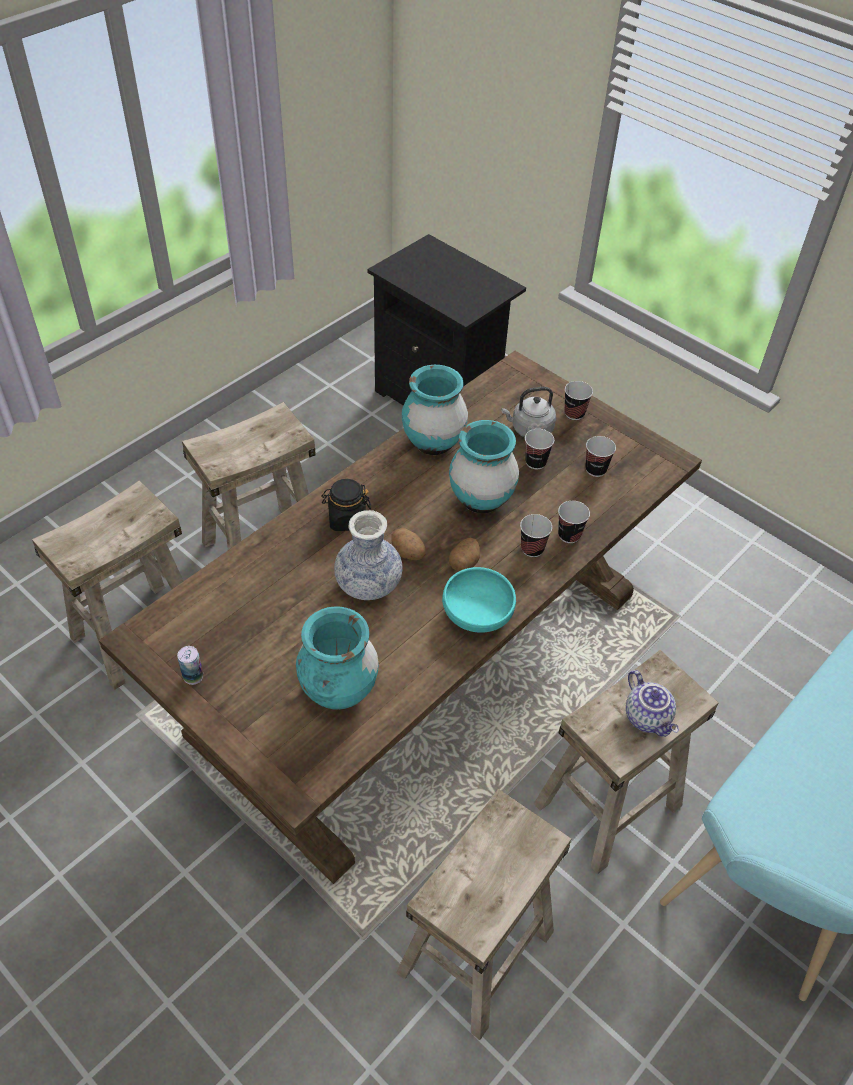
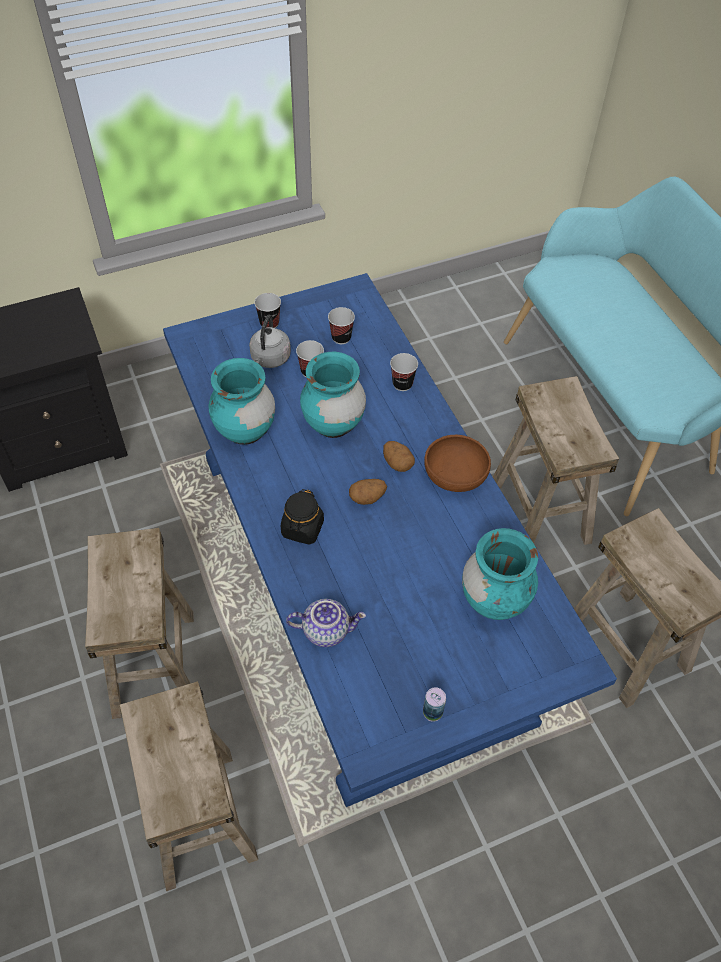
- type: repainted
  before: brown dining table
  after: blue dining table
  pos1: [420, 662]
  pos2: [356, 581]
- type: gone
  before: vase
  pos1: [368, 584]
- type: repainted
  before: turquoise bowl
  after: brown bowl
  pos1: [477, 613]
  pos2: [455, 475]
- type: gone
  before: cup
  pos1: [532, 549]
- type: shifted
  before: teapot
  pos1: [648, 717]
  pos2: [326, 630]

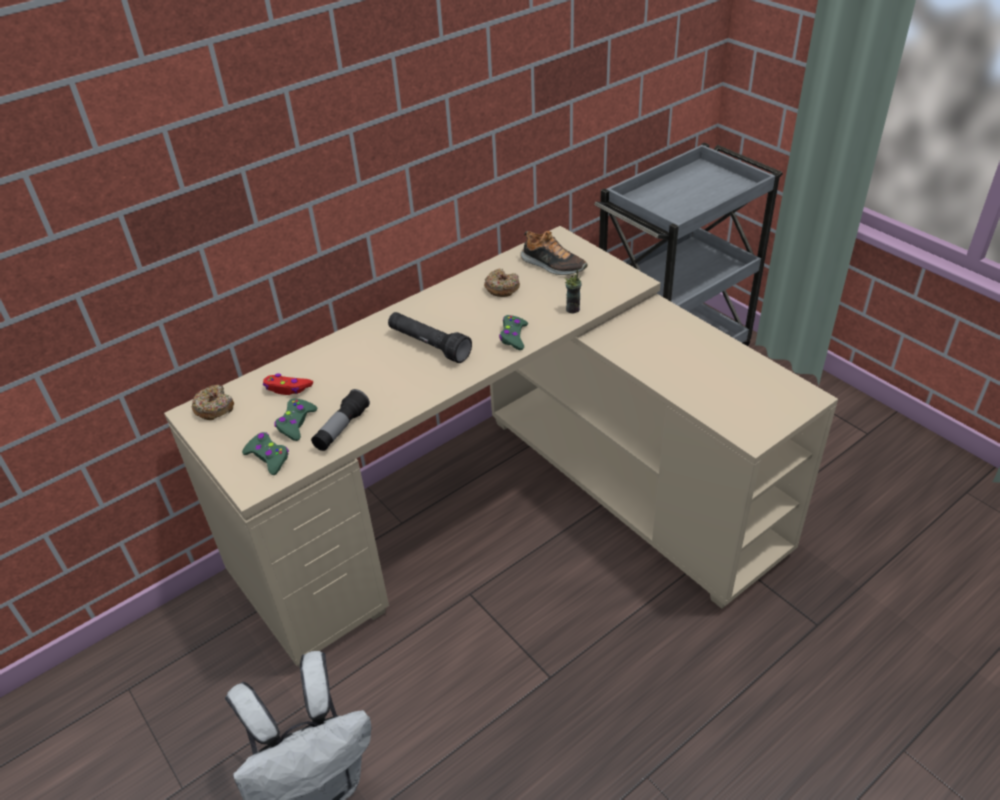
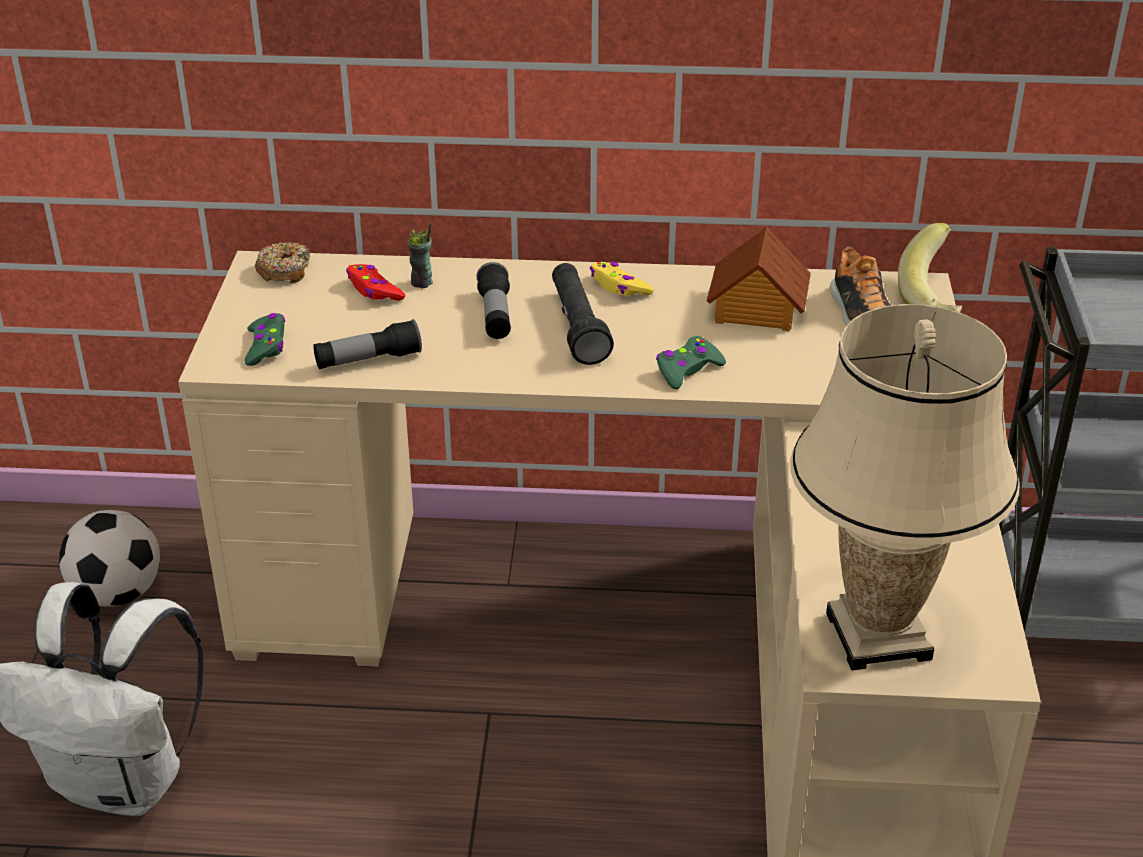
- type: gone
  before: green game controller
  pos1: [296, 423]
- type: swapped
  before: donut
  after: toy house
  pos1: [502, 288]
  pos2: [756, 309]
- type: shifted
  before: cup
  pos1: [573, 309]
  pos2: [422, 283]
- type: new
  after: football
  pos2: [118, 593]
- type: new
  after: flashlight
  pos2: [495, 315]
- type: new
  after: yellow game controller
  pos2: [619, 287]
- type: new
  after: beige table lamp
  pos2: [879, 636]
- type: new
  after: banana
  pos2: [936, 297]

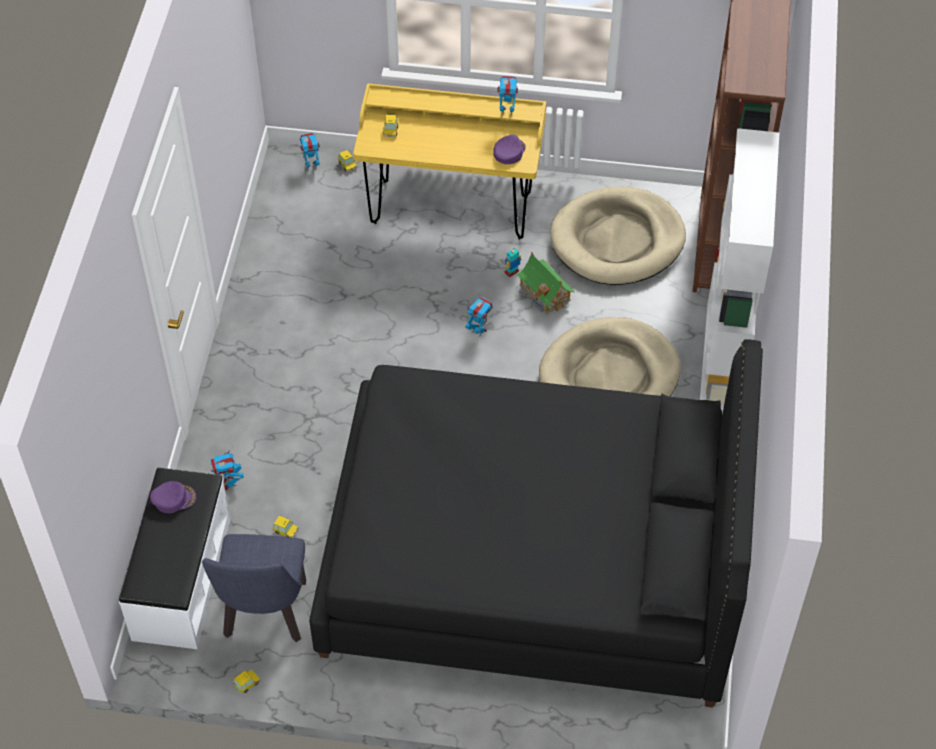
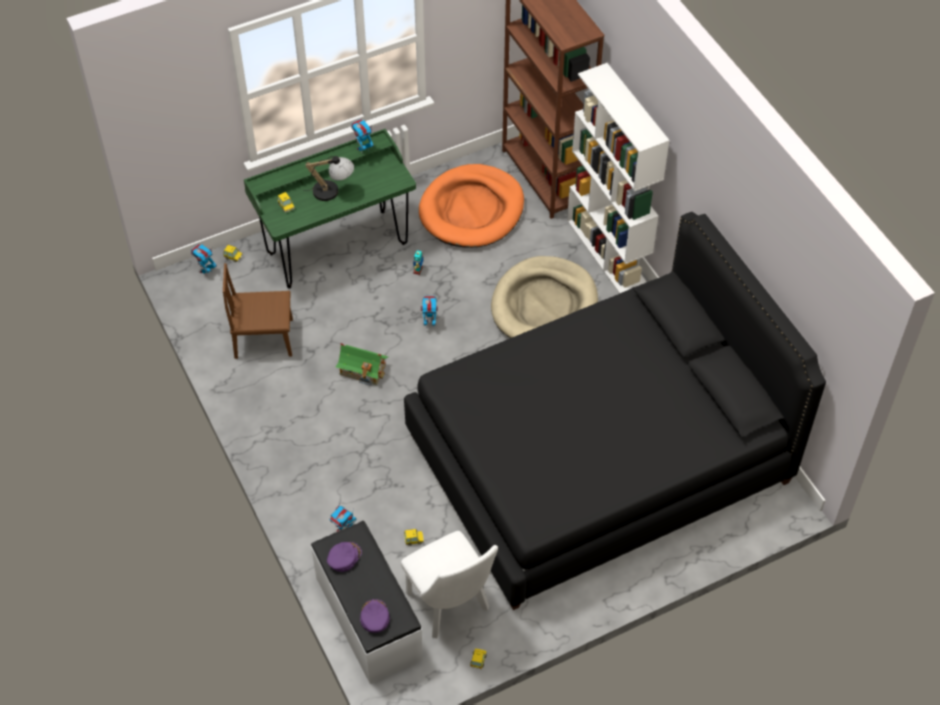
- type: repainted
  before: blue chair
  after: white chair
  pos1: [265, 616]
  pos2: [451, 607]
- type: repainted
  before: yellow desk
  after: green desk
  pos1: [451, 209]
  pos2: [337, 248]
- type: shifted
  before: purple cap
  pos1: [509, 152]
  pos2: [374, 617]
- type: shifted
  before: toy house
  pos1: [545, 293]
  pos2: [363, 370]
- type: repainted
  before: beige dog bed
  after: orange dog bed
  pos1: [617, 240]
  pos2: [472, 210]
- type: new
  after: brown chair
  pos2: [264, 338]
- type: new
  after: table lamp
  pos2: [333, 191]

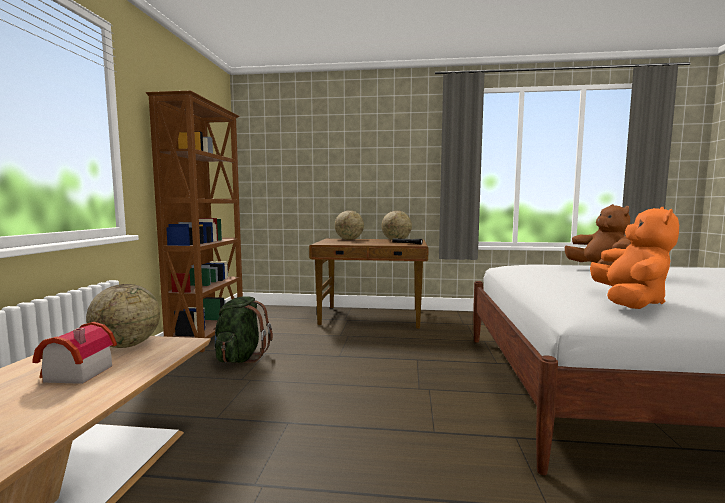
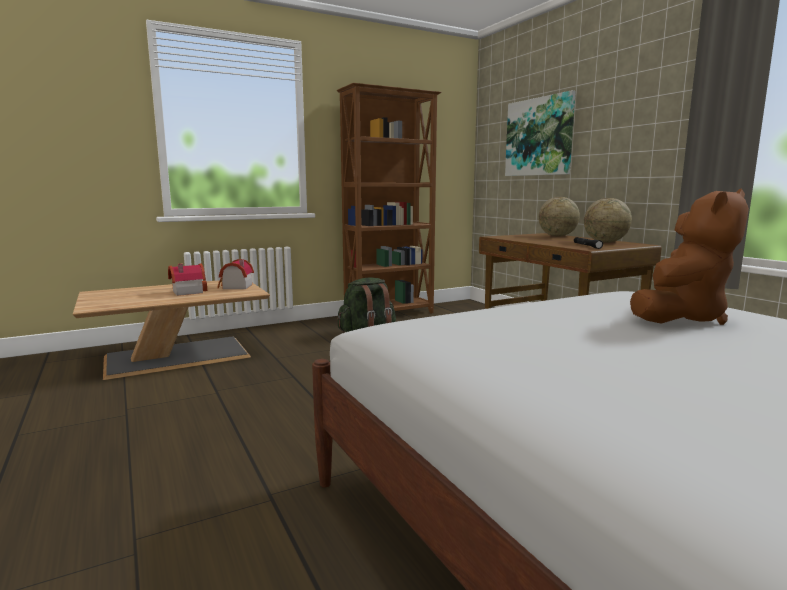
- type: swapped
  before: globe
  after: toy house
  pos1: [126, 345]
  pos2: [235, 287]
- type: gone
  before: orange plush toy
  pos1: [629, 302]
- type: new
  after: picture
  pos2: [539, 137]

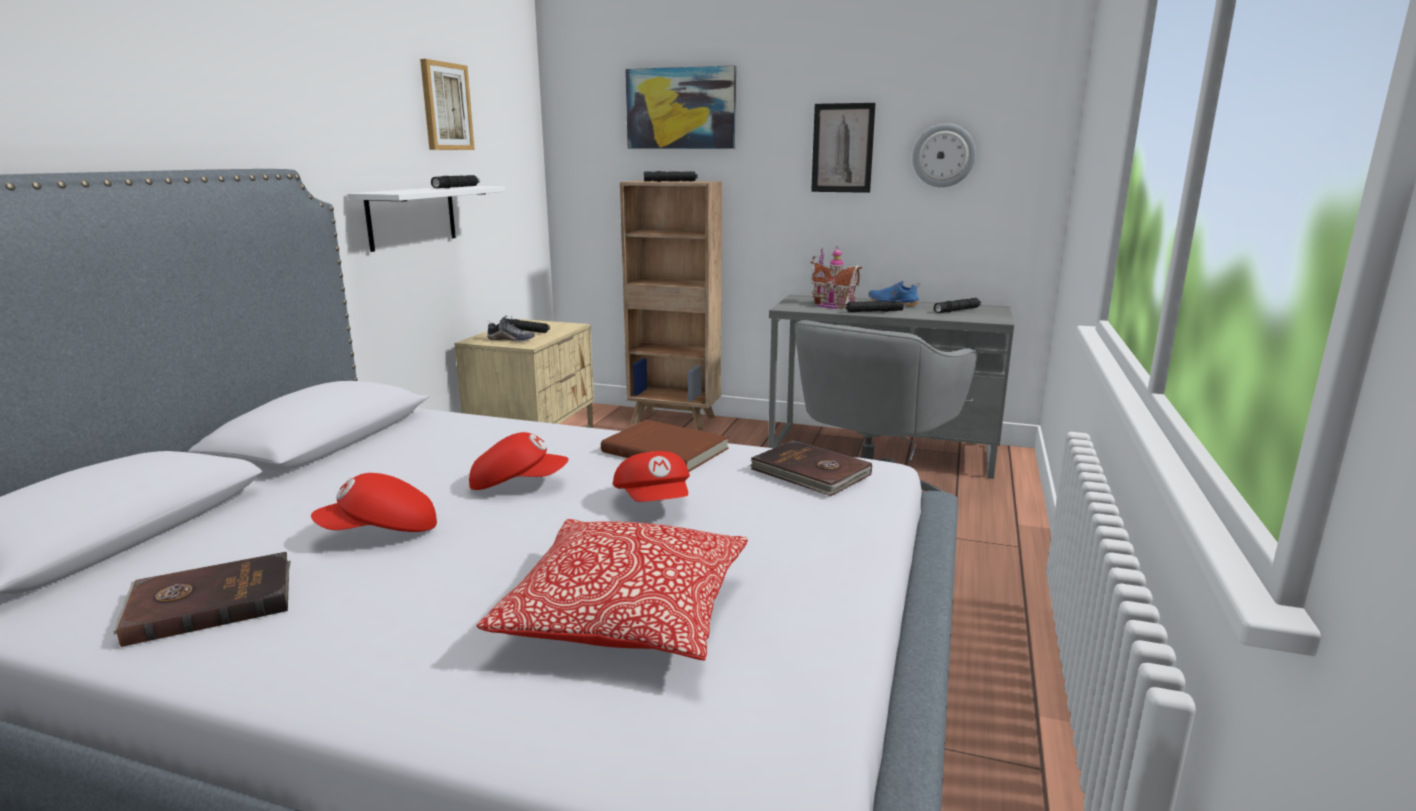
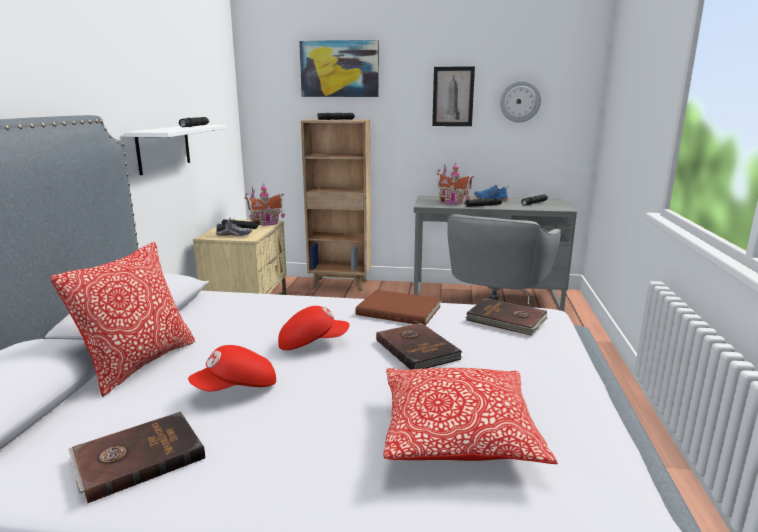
- type: gone
  before: picture
  pos1: [446, 106]
- type: swapped
  before: red cap
  after: brown book
  pos1: [655, 502]
  pos2: [418, 349]
- type: new
  after: pillow
  pos2: [139, 363]
- type: new
  after: toy house
  pos2: [266, 223]

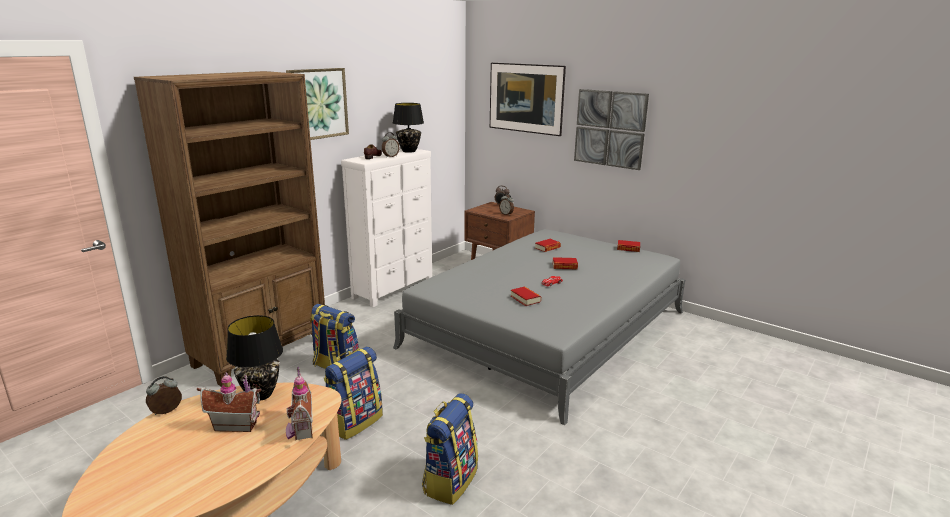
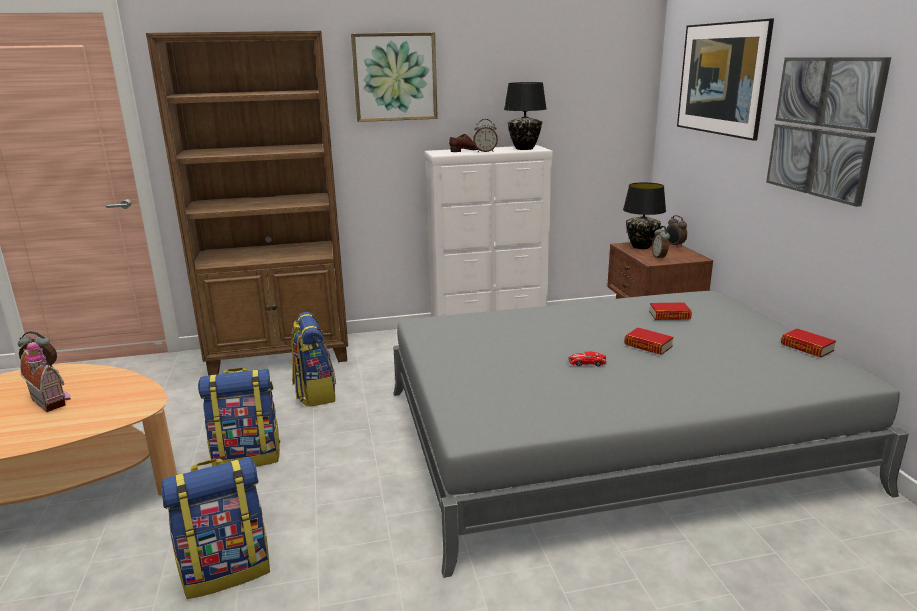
- type: shifted
  before: black table lamp
  pos1: [261, 395]
  pos2: [641, 247]
- type: gone
  before: toy house
  pos1: [300, 429]
- type: gone
  before: book
  pos1: [525, 299]

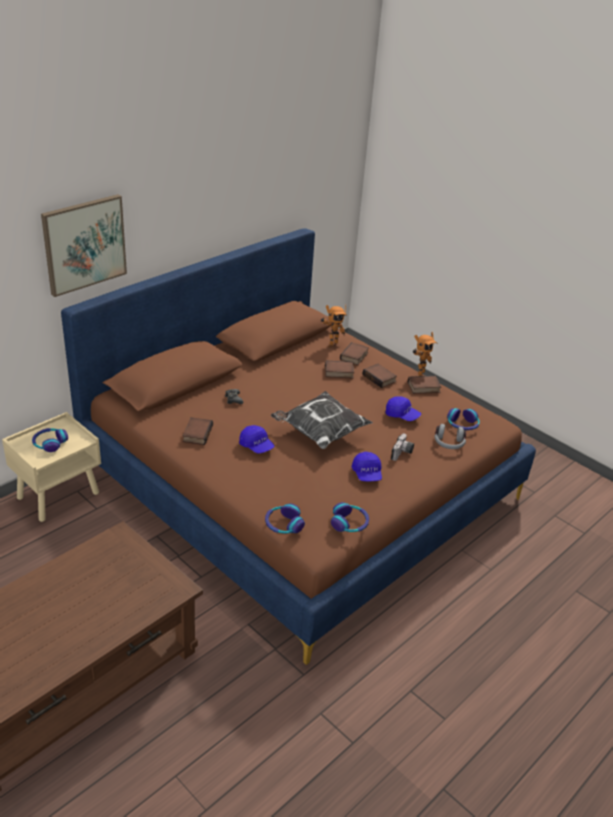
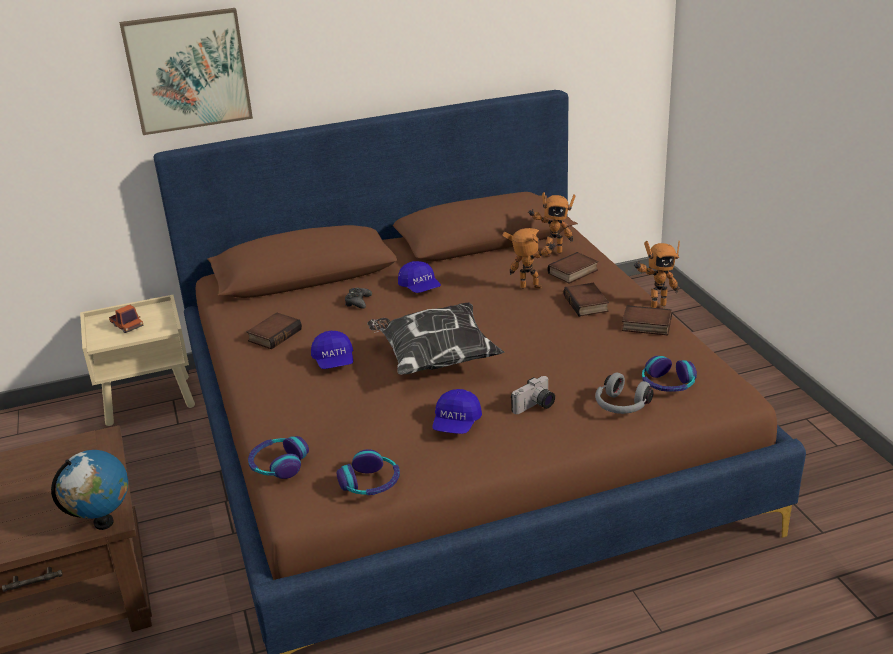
- type: swapped
  before: headphones
  after: toy truck
  pos1: [50, 443]
  pos2: [127, 326]
- type: swapped
  before: book
  after: toy robot
  pos1: [338, 372]
  pos2: [530, 289]
- type: shifted
  before: blue cap
  pos1: [402, 415]
  pos2: [420, 288]
- type: new
  after: globe
  pos2: [103, 523]

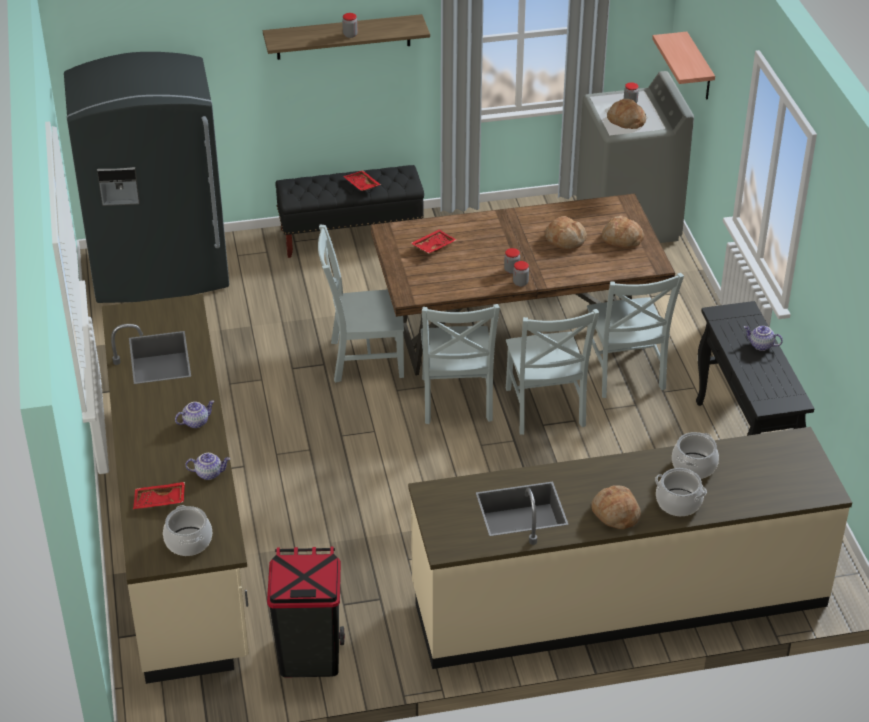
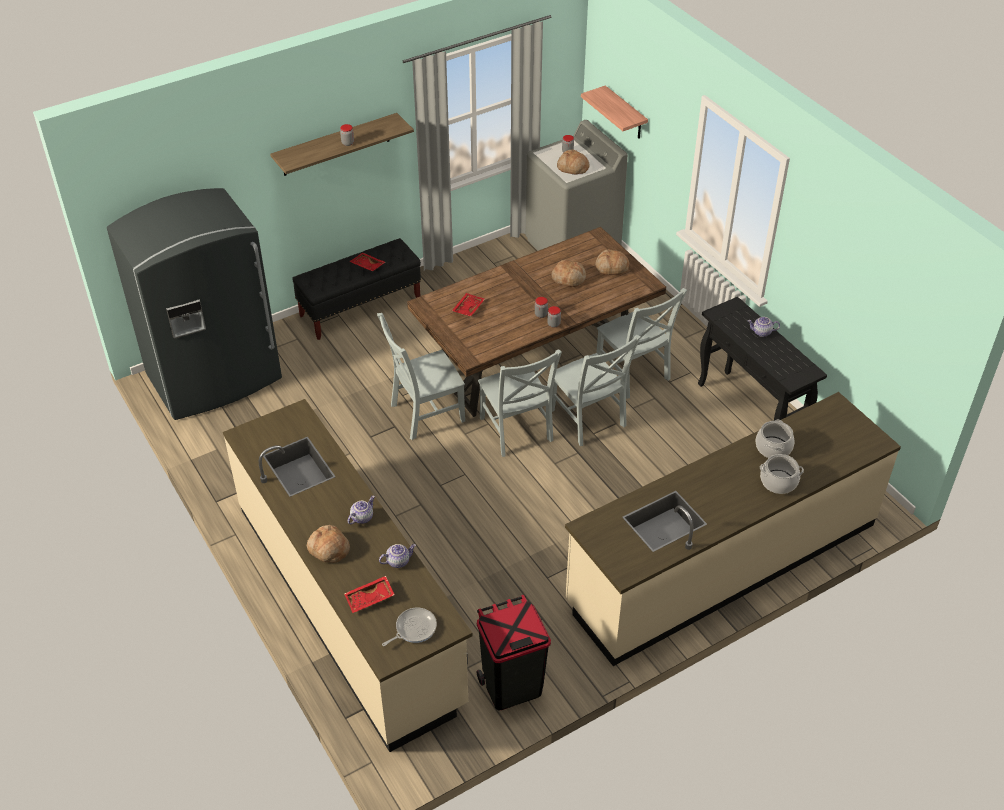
- type: swapped
  before: cooking pot
  after: frying pan
  pos1: [188, 542]
  pos2: [413, 628]
- type: shifted
  before: bread
  pos1: [615, 514]
  pos2: [328, 549]

